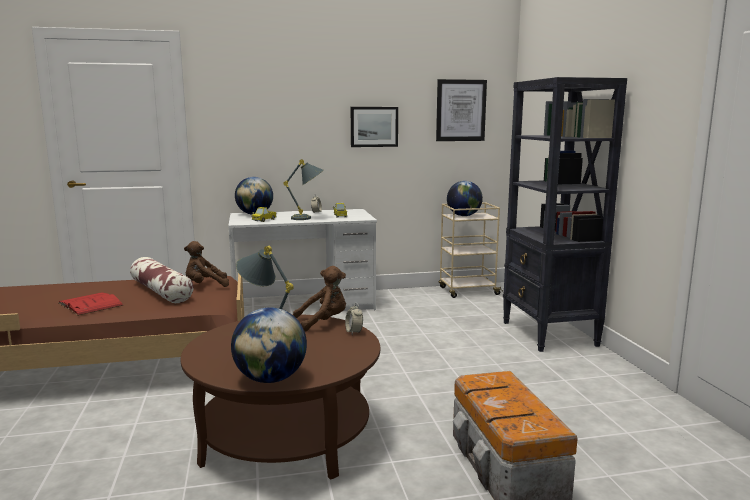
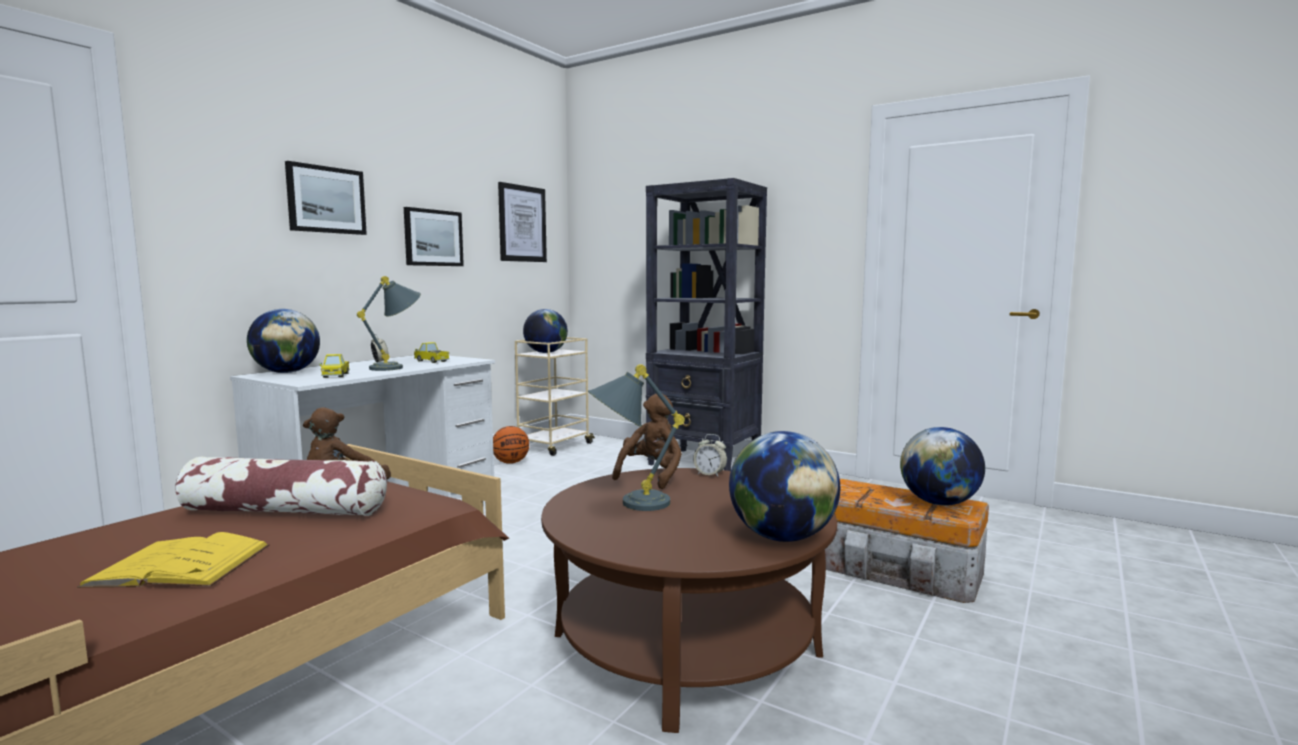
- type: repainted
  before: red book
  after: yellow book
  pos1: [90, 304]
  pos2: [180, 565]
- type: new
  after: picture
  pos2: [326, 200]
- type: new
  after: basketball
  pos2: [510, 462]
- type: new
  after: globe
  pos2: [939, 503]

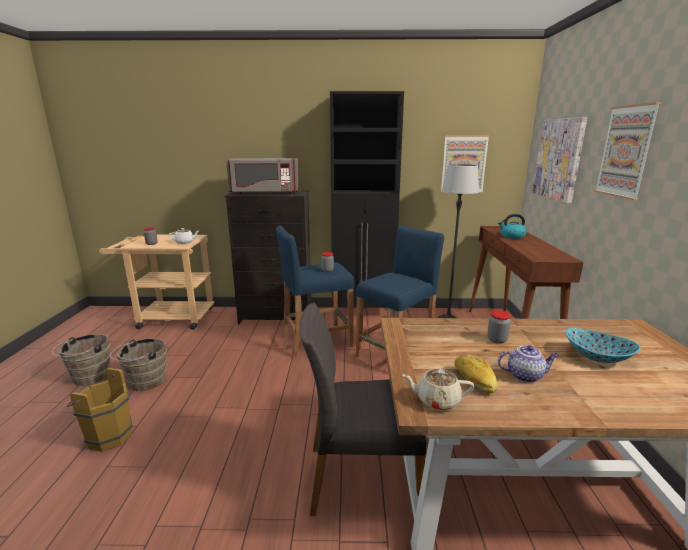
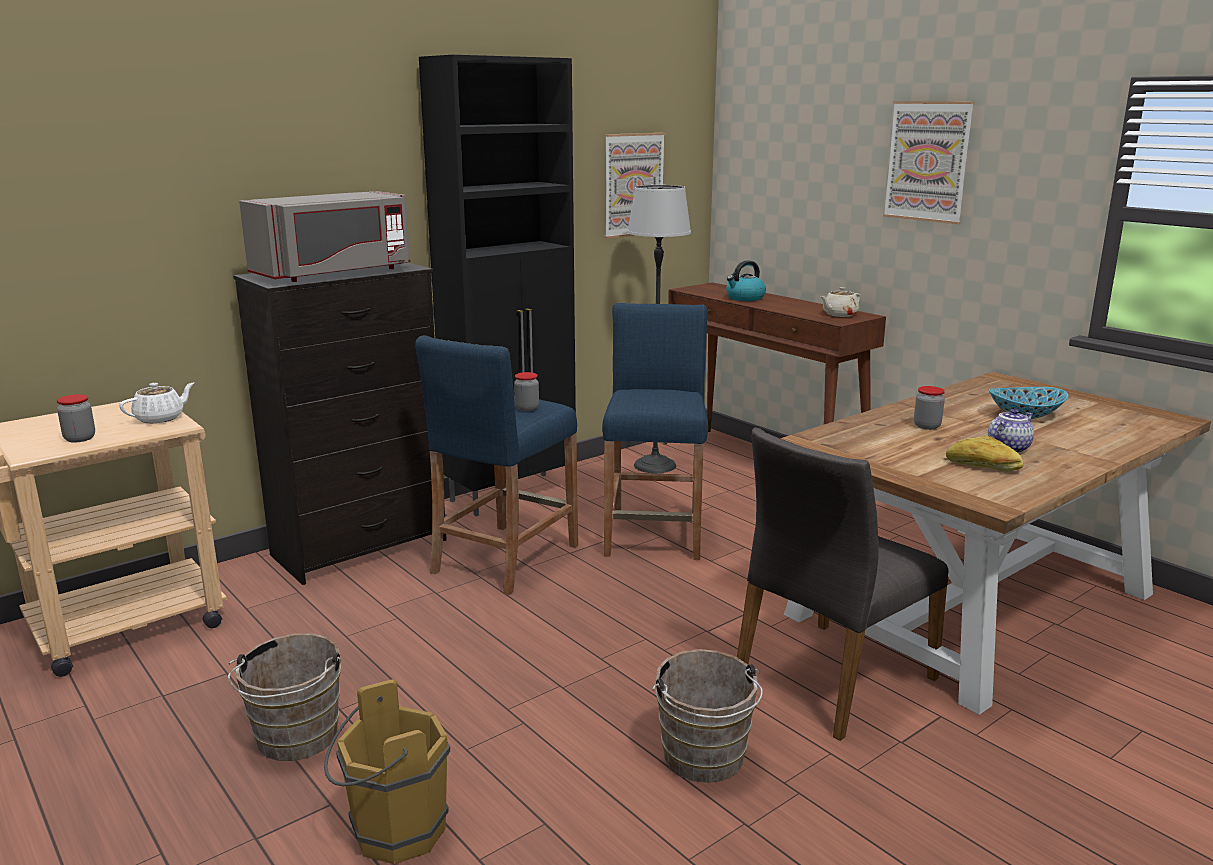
- type: shifted
  before: brown bucket
  pos1: [88, 377]
  pos2: [705, 761]
- type: shifted
  before: beige teapot
  pos1: [437, 400]
  pos2: [839, 315]
- type: gone
  before: picture
  pos1: [559, 159]

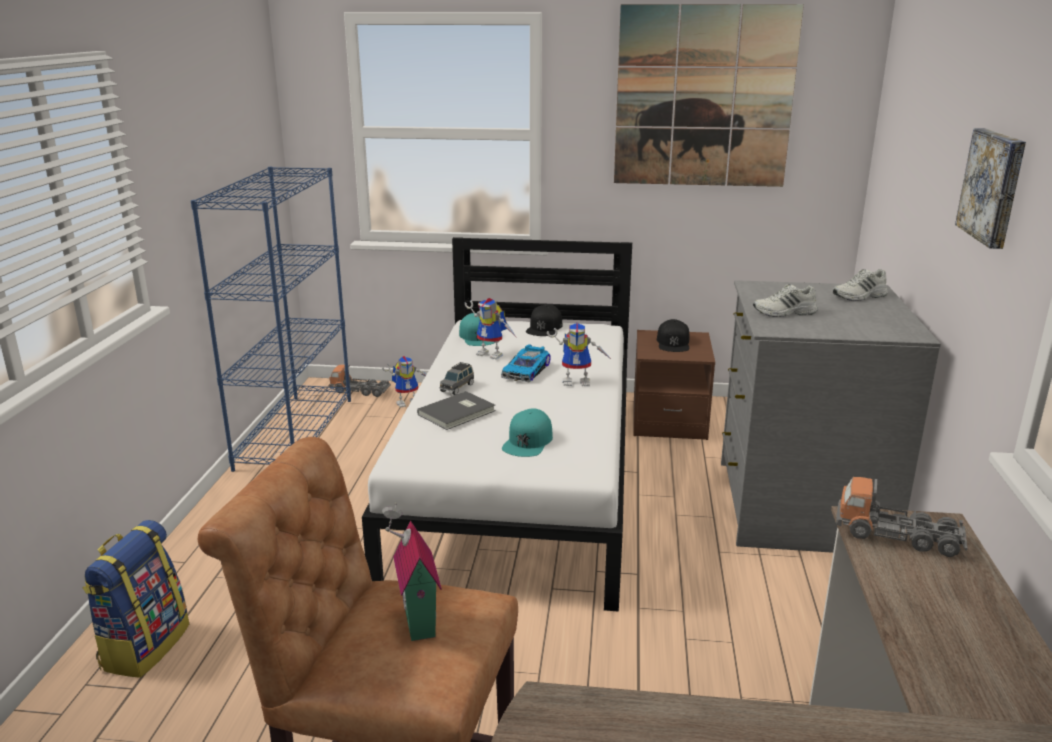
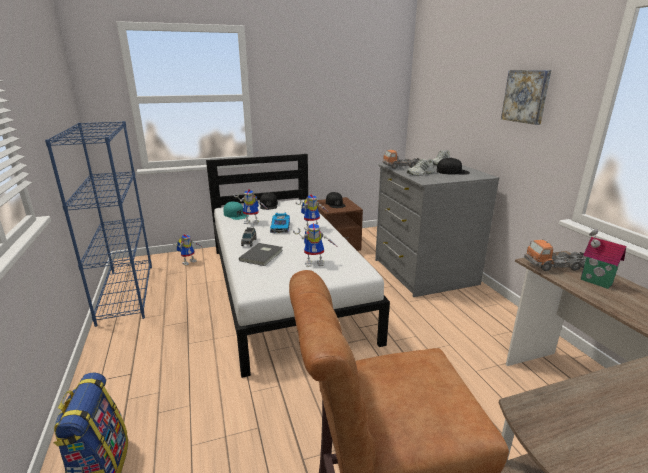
- type: shifted
  before: toy truck
  pos1: [360, 391]
  pos2: [403, 167]
- type: shifted
  before: toy house
  pos1: [415, 622]
  pos2: [595, 282]
- type: swapped
  before: turquoise cap
  after: toy robot
  pos1: [528, 441]
  pos2: [315, 262]
- type: gone
  before: picture
  pos1: [703, 97]
- type: new
  after: black cap
  pos2: [452, 172]

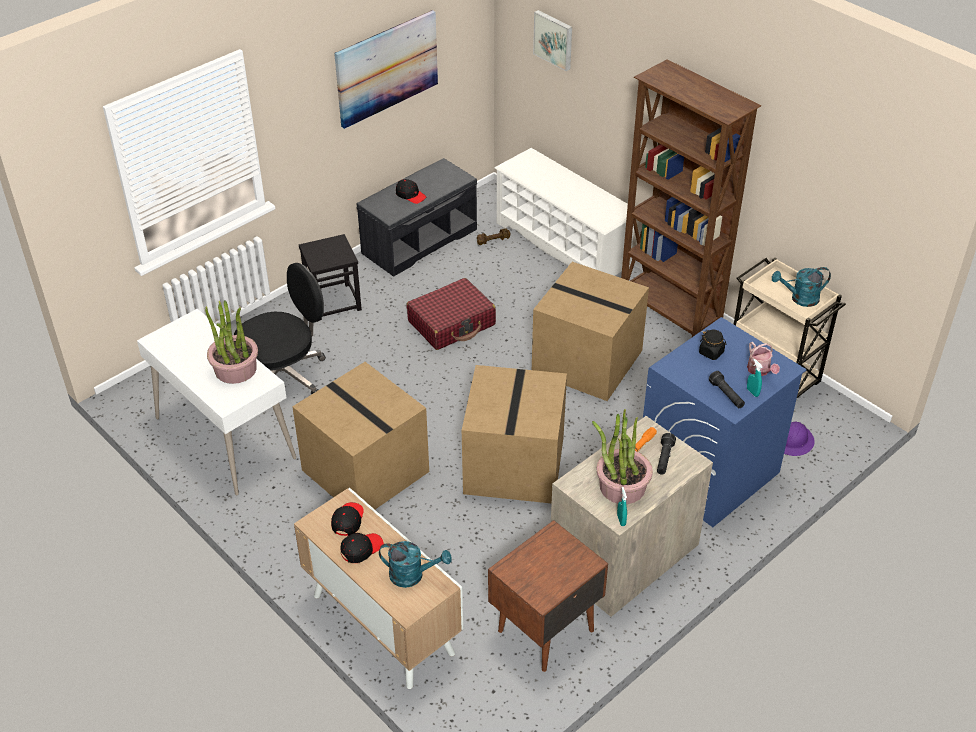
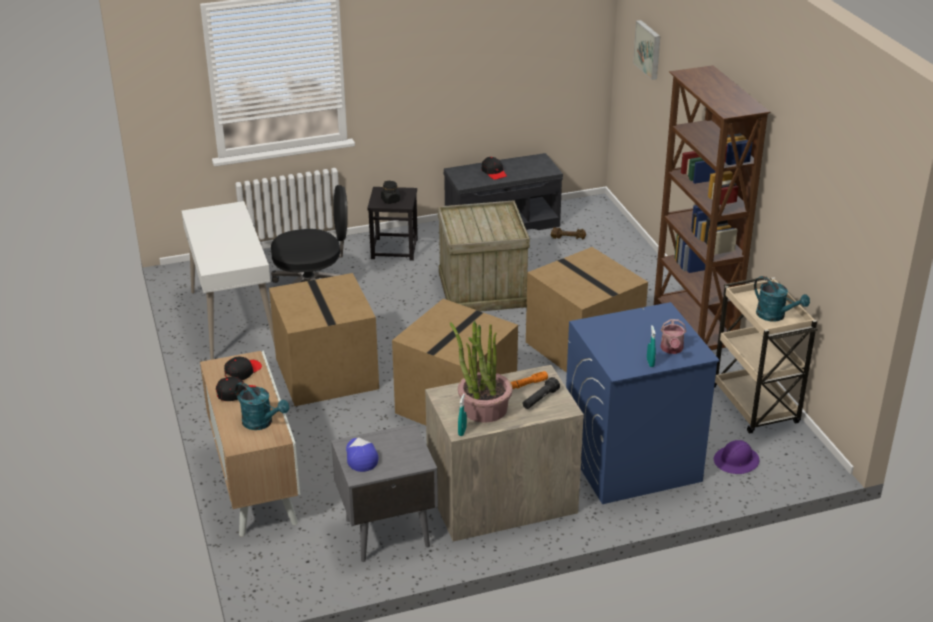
- type: gone
  before: potted plant
  pos1: [235, 369]
- type: gone
  before: picture
  pos1: [386, 68]
- type: swapped
  before: red suitcase
  after: crate
  pos1: [452, 323]
  pos2: [483, 289]
- type: repainted
  before: brown nightstand
  after: grey nightstand
  pos1: [544, 630]
  pos2: [386, 532]
- type: gone
  before: white shoe rack
  pos1: [563, 244]
- type: shifted
  before: black jar
  pos1: [711, 353]
  pos2: [390, 200]
- type: gone
  before: black flashlight
  pos1: [726, 395]
- type: rotated
  before: turquoise watering can
  pos1: [800, 299]
  pos2: [775, 316]
  turn: -150
- type: new
  after: cap
  pos2: [360, 457]

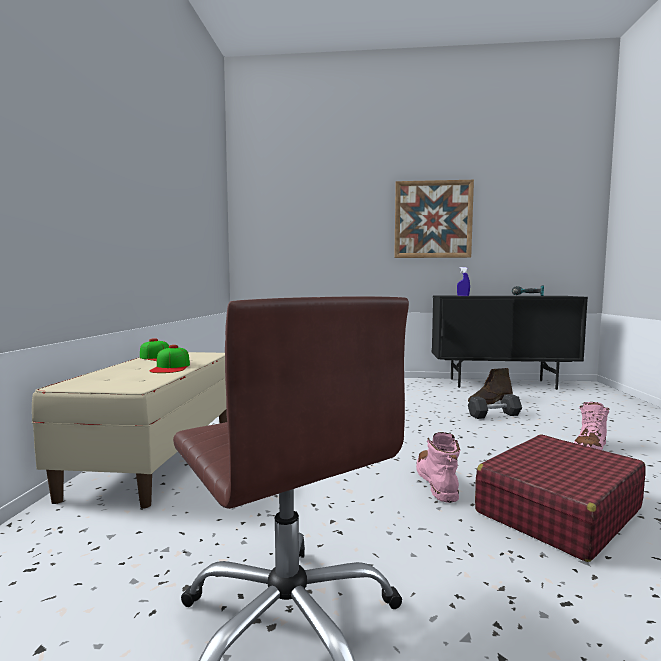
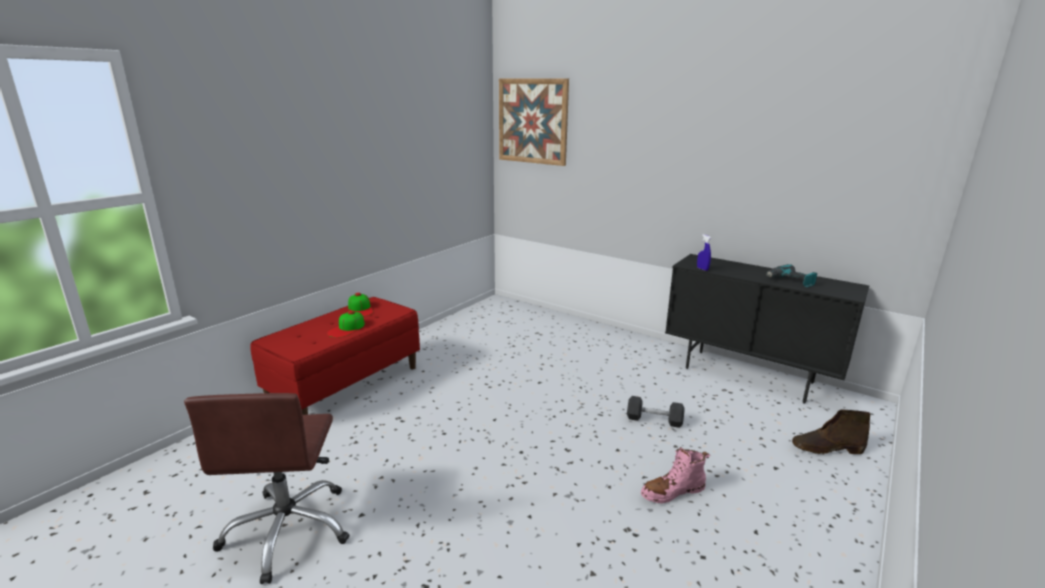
- type: repainted
  before: beige bench
  after: red bench
  pos1: [156, 457]
  pos2: [346, 385]
- type: shifted
  before: picture
  pos1: [433, 219]
  pos2: [532, 121]
- type: gone
  before: pink boot
  pos1: [437, 483]
- type: shifted
  before: brown boot
  pos1: [490, 402]
  pos2: [826, 448]
- type: gone
  before: red suitcase
  pos1: [557, 511]

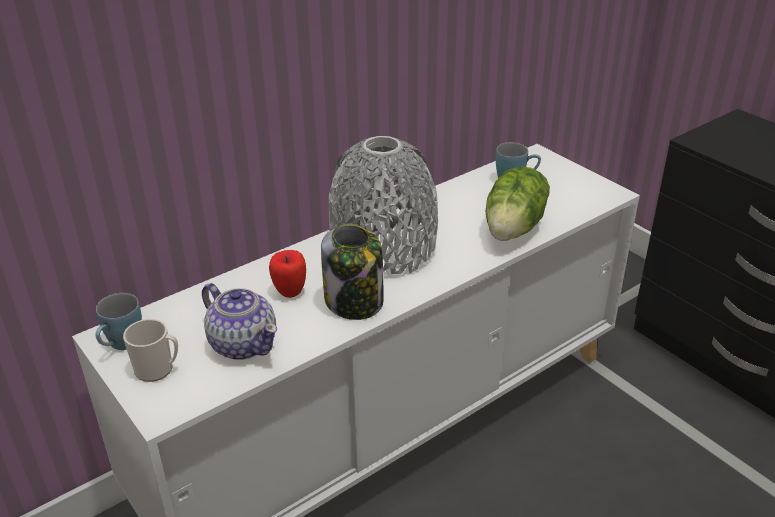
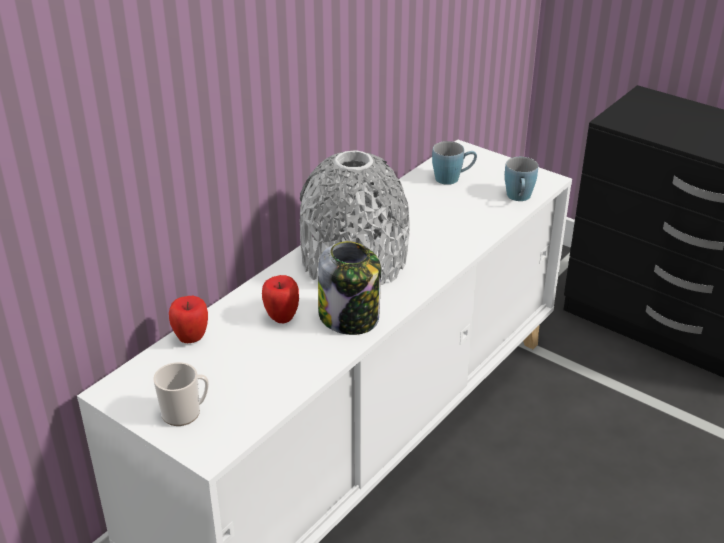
- type: shifted
  before: blue mug
  pos1: [121, 345]
  pos2: [519, 198]
- type: gone
  before: teapot
  pos1: [243, 343]
- type: gone
  before: lettuce
  pos1: [515, 228]
- type: new
  after: apple
  pos2: [191, 339]

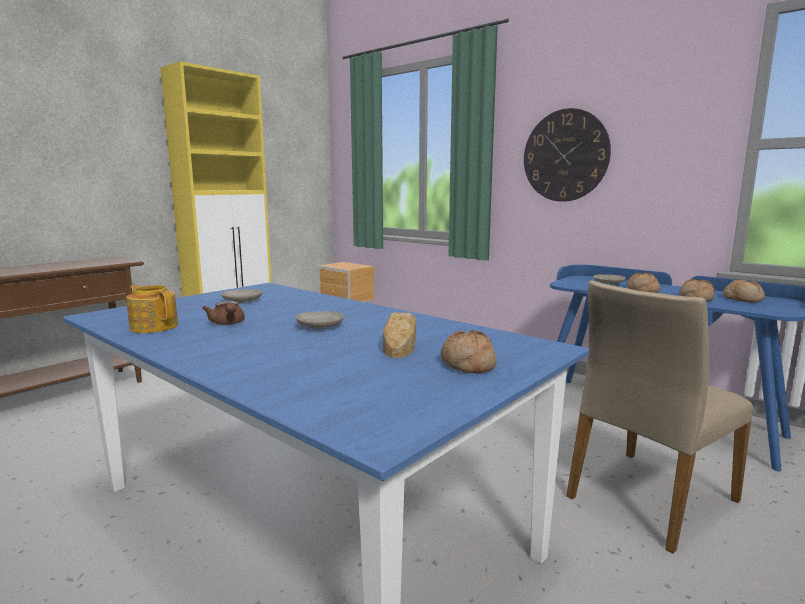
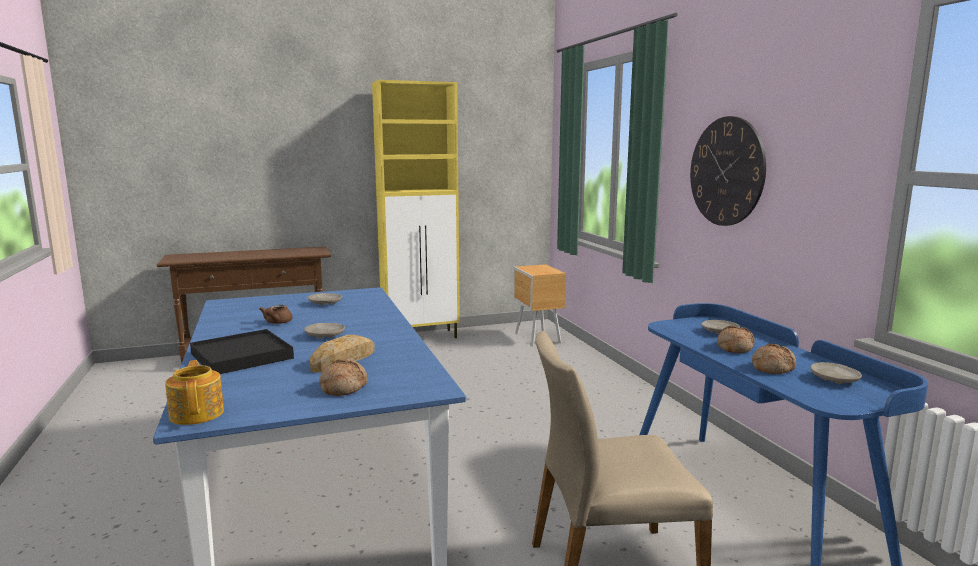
- type: shifted
  before: teapot
  pos1: [154, 326]
  pos2: [197, 413]
- type: swapped
  before: bread
  after: beige plate
  pos1: [743, 299]
  pos2: [835, 380]
- type: new
  after: black tray
  pos2: [242, 356]

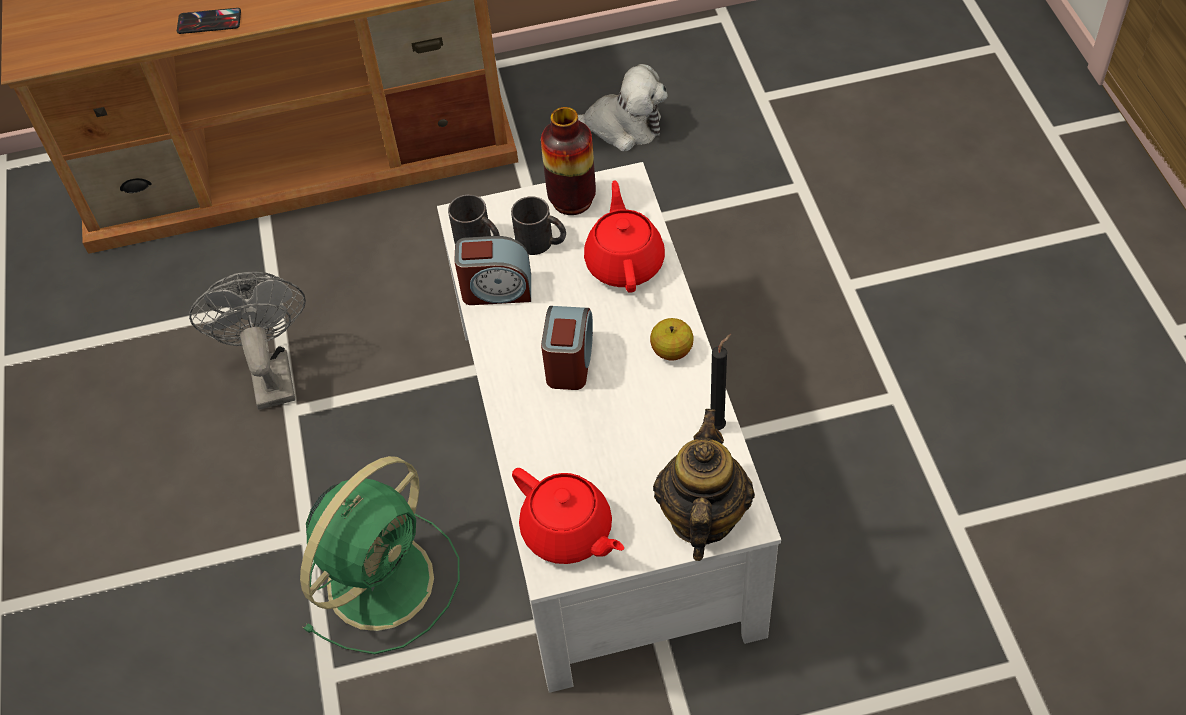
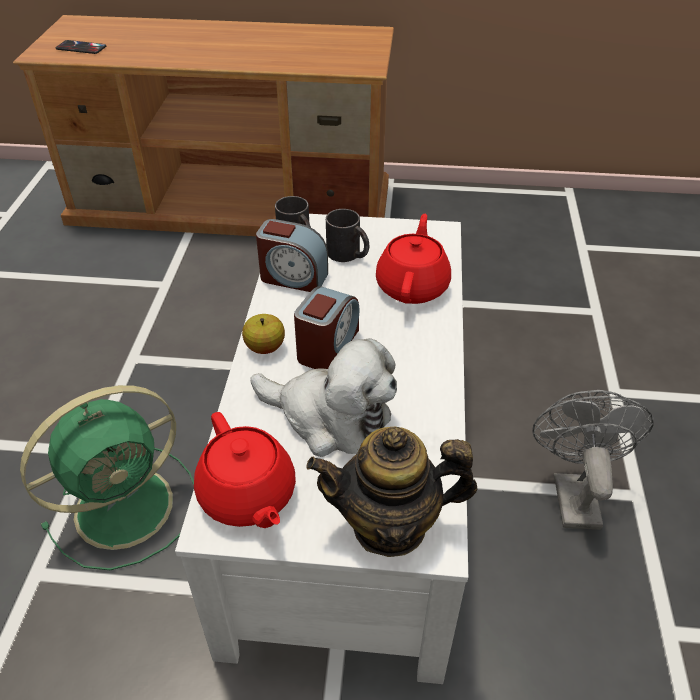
- type: shifted
  before: phone
  pos1: [209, 22]
  pos2: [81, 48]
- type: shifted
  before: grey fan
  pos1: [270, 372]
  pos2: [573, 493]
- type: gone
  before: vase
  pos1: [572, 200]
- type: shifted
  before: plush toy
  pos1: [621, 127]
  pos2: [330, 418]
- type: shifted
  before: apple
  pos1: [672, 351]
  pos2: [265, 347]
- type: rotated
  before: teapot
  pos1: [701, 517]
  pos2: [390, 525]
  turn: -120
- type: gone
  before: black candle
  pos1: [719, 425]

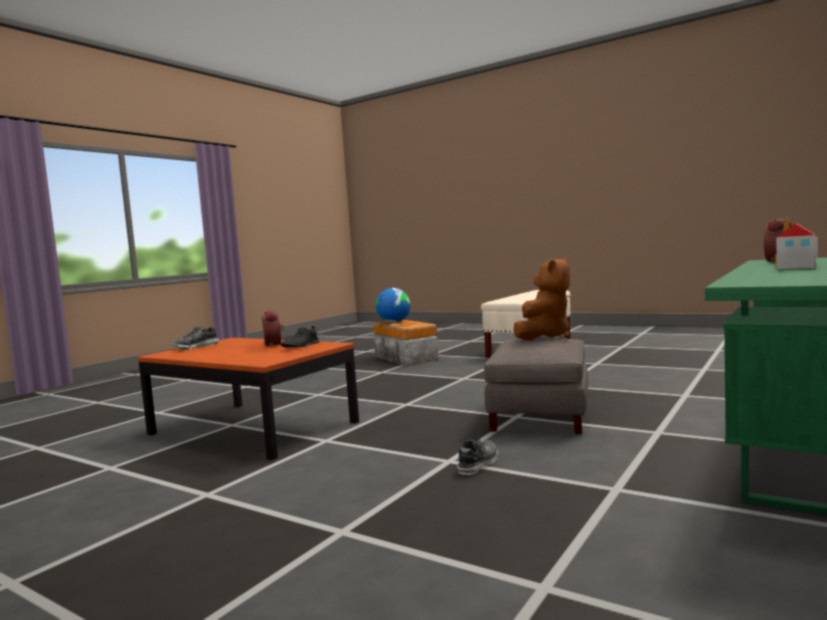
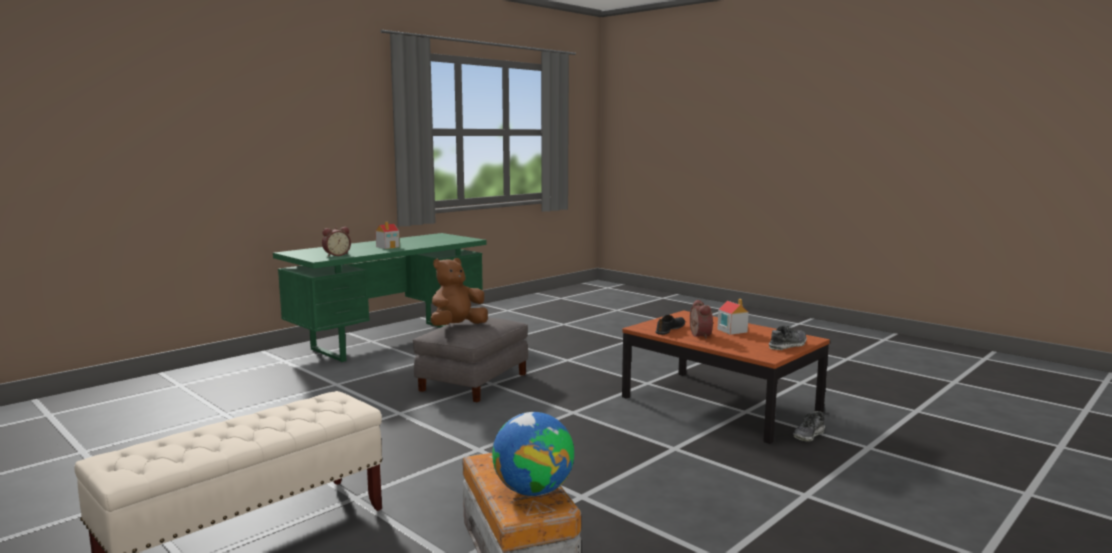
- type: shifted
  before: shoe
  pos1: [478, 464]
  pos2: [809, 435]
- type: new
  after: toy house
  pos2: [732, 330]

